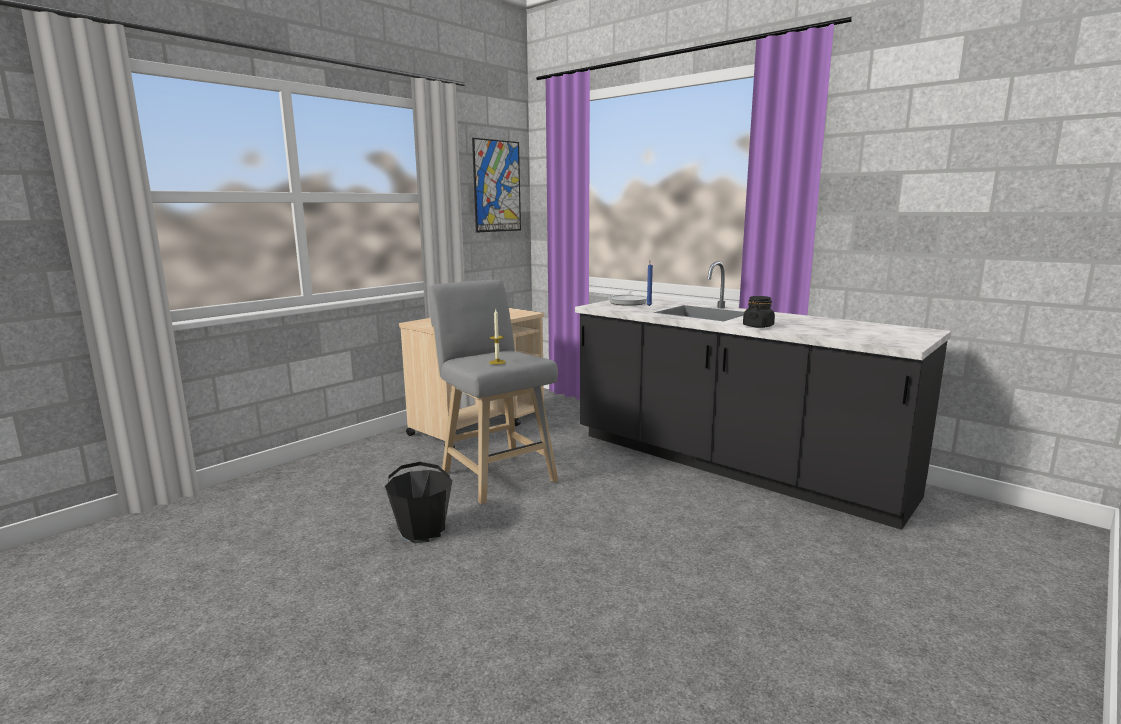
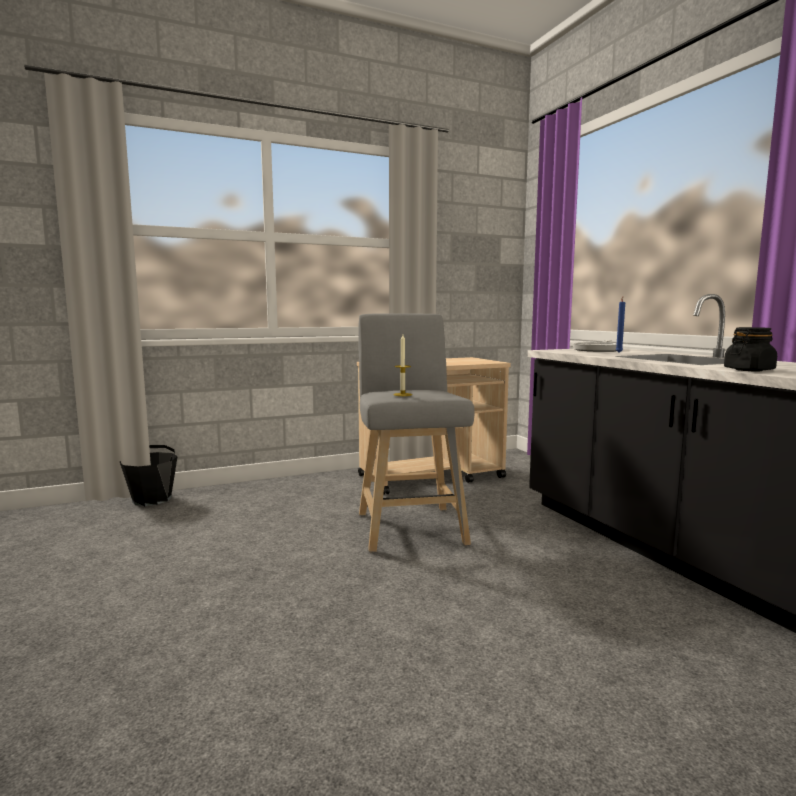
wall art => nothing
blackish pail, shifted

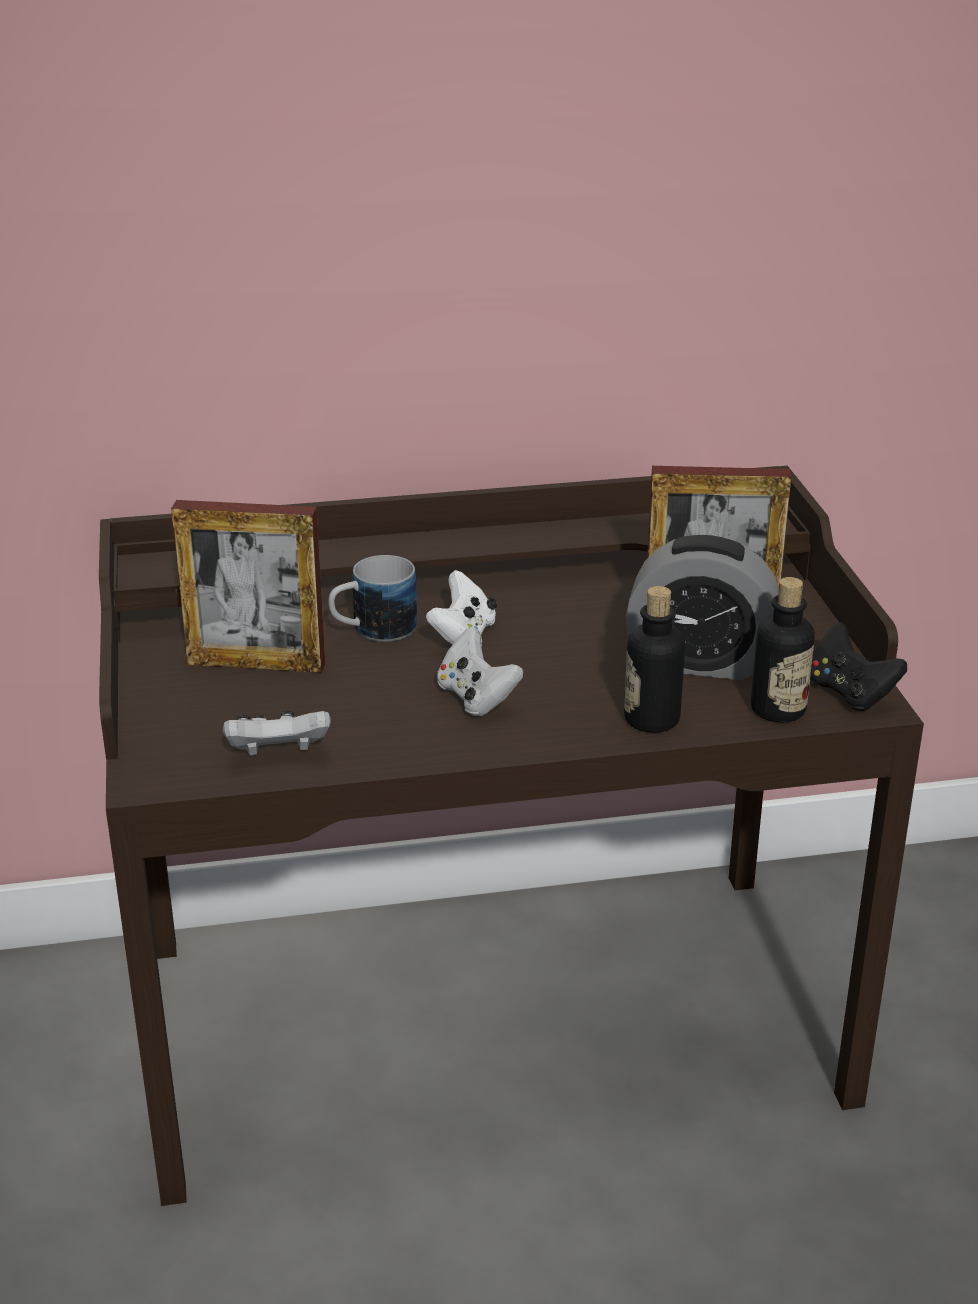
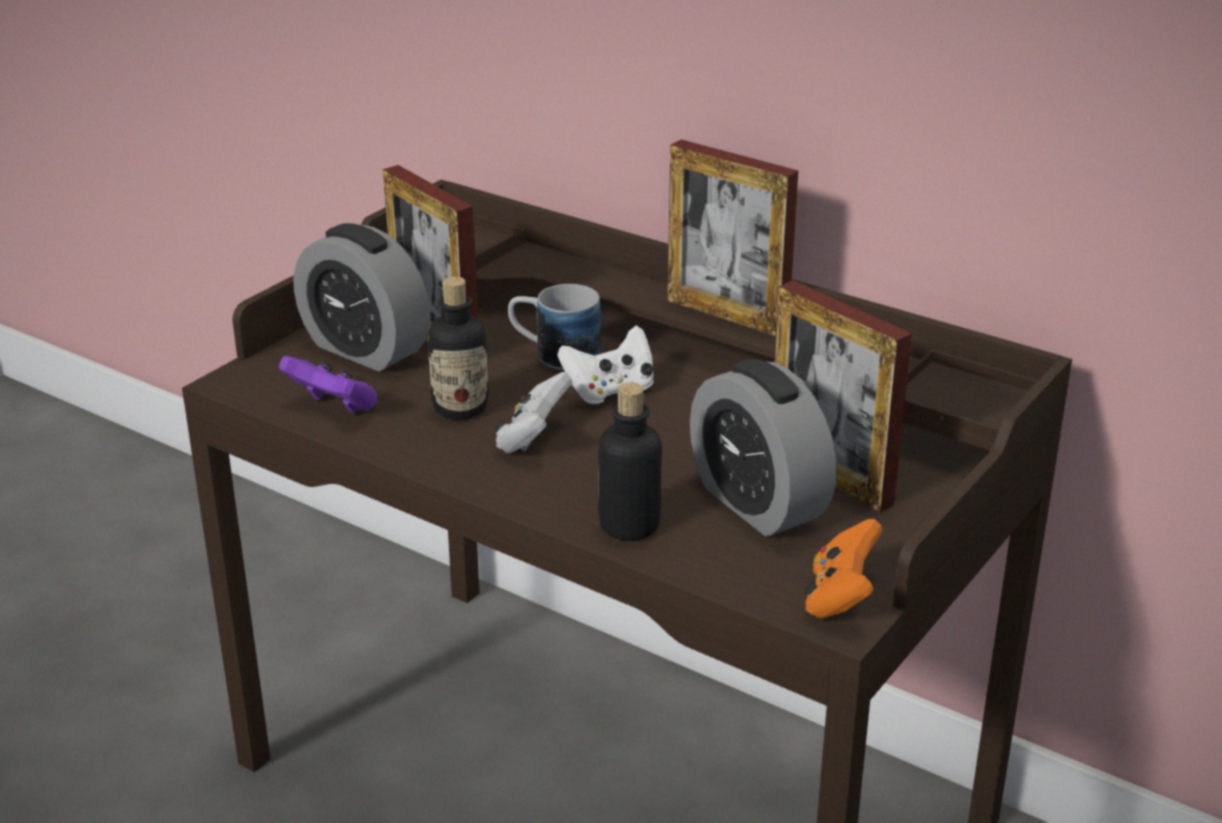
beverage bottle (no. 2 from left in the first image) => beverage bottle (no. 1 from left), shifted
blackish joypad => orangey joypad
white joypad (no. 1 from left) => purplish joypad
nothing => photo frame (no. 2 from left)
nothing => table clock (no. 1 from left)

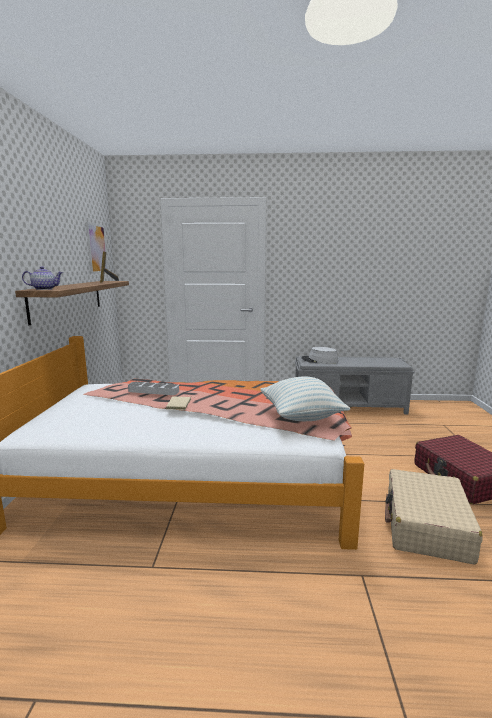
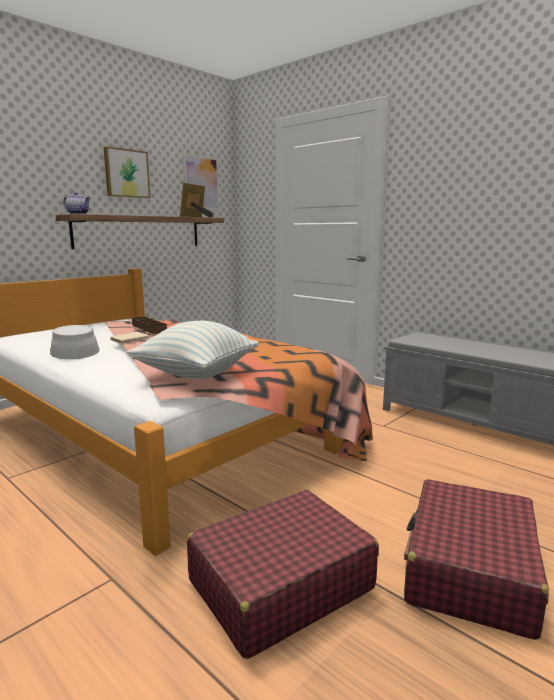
greyish wearable hat, shifted
greyish carrying tray => brown-coloured carrying tray
beige travel case => reddish travel case (no. 1 from left)
nothing => wall art (no. 1 from left)

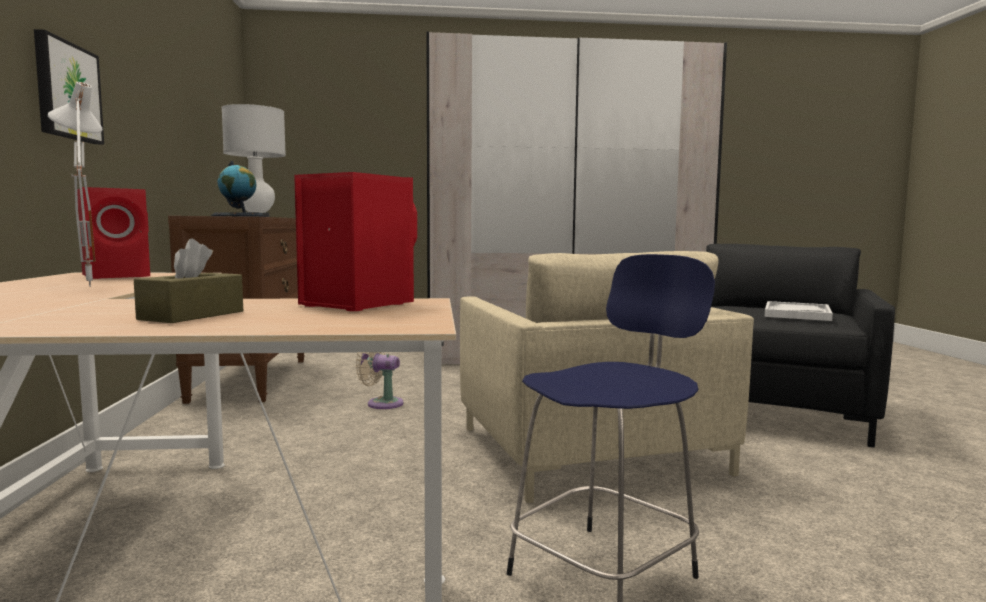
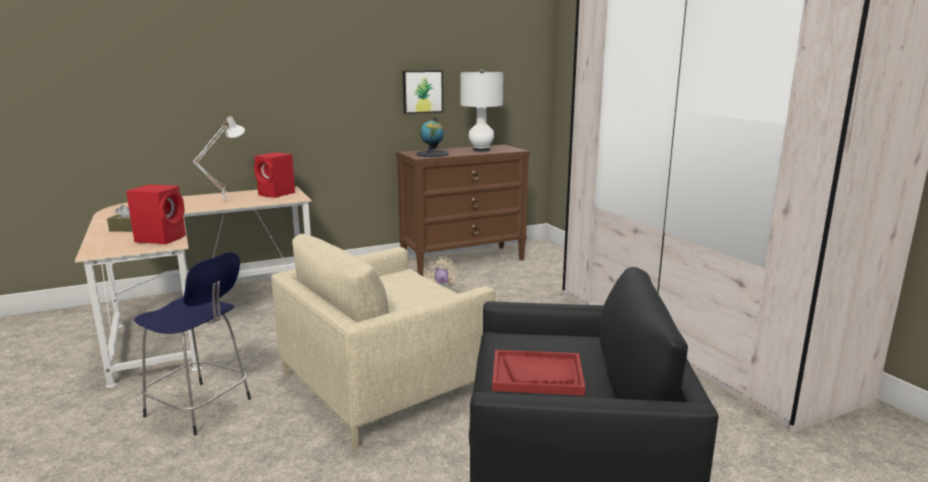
wall art, shifted
white carrying tray => reddish carrying tray

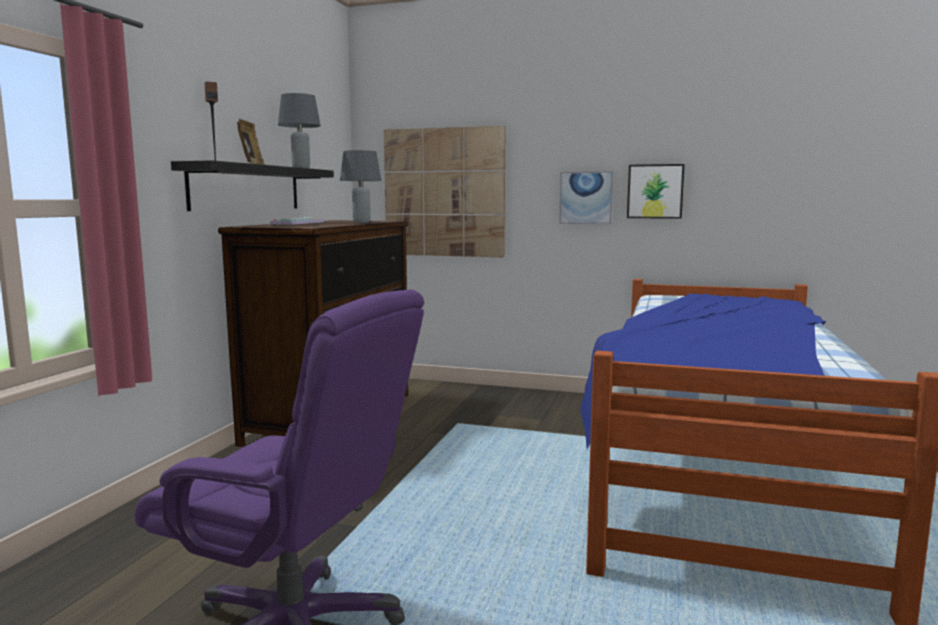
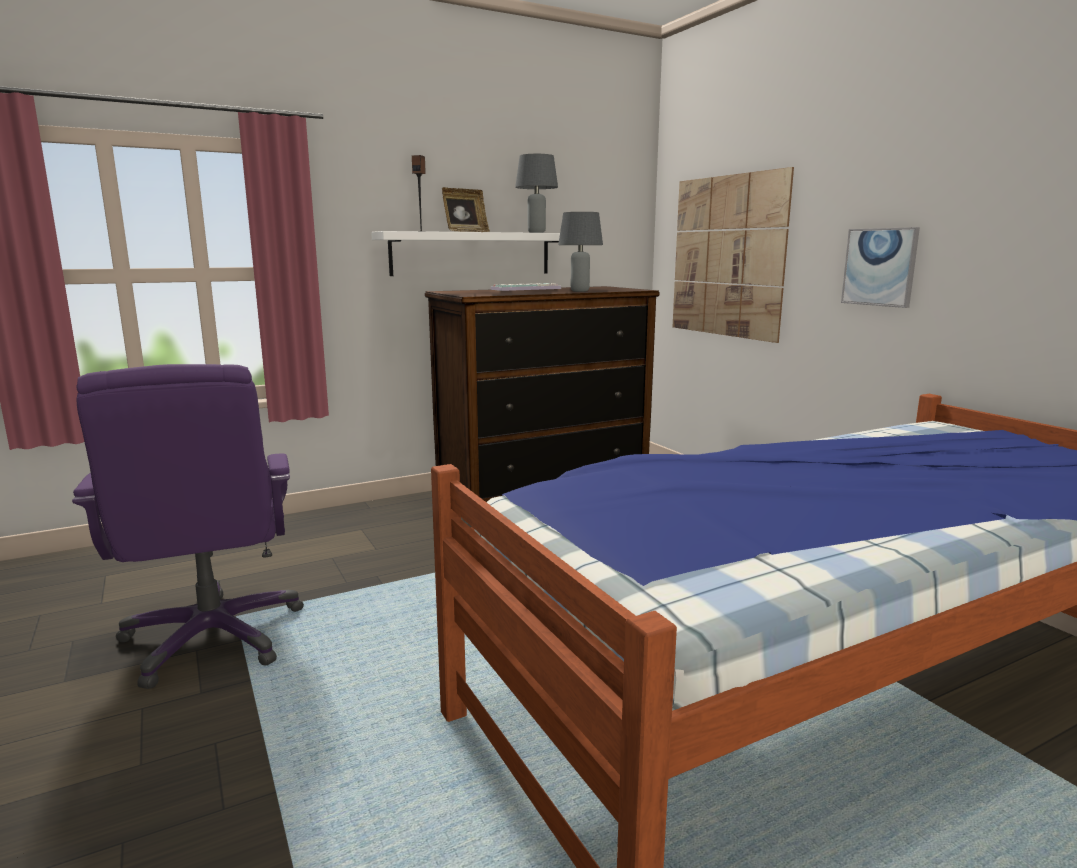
blackish bracket shelf => white bracket shelf
wall art (no. 3 from left) => nothing

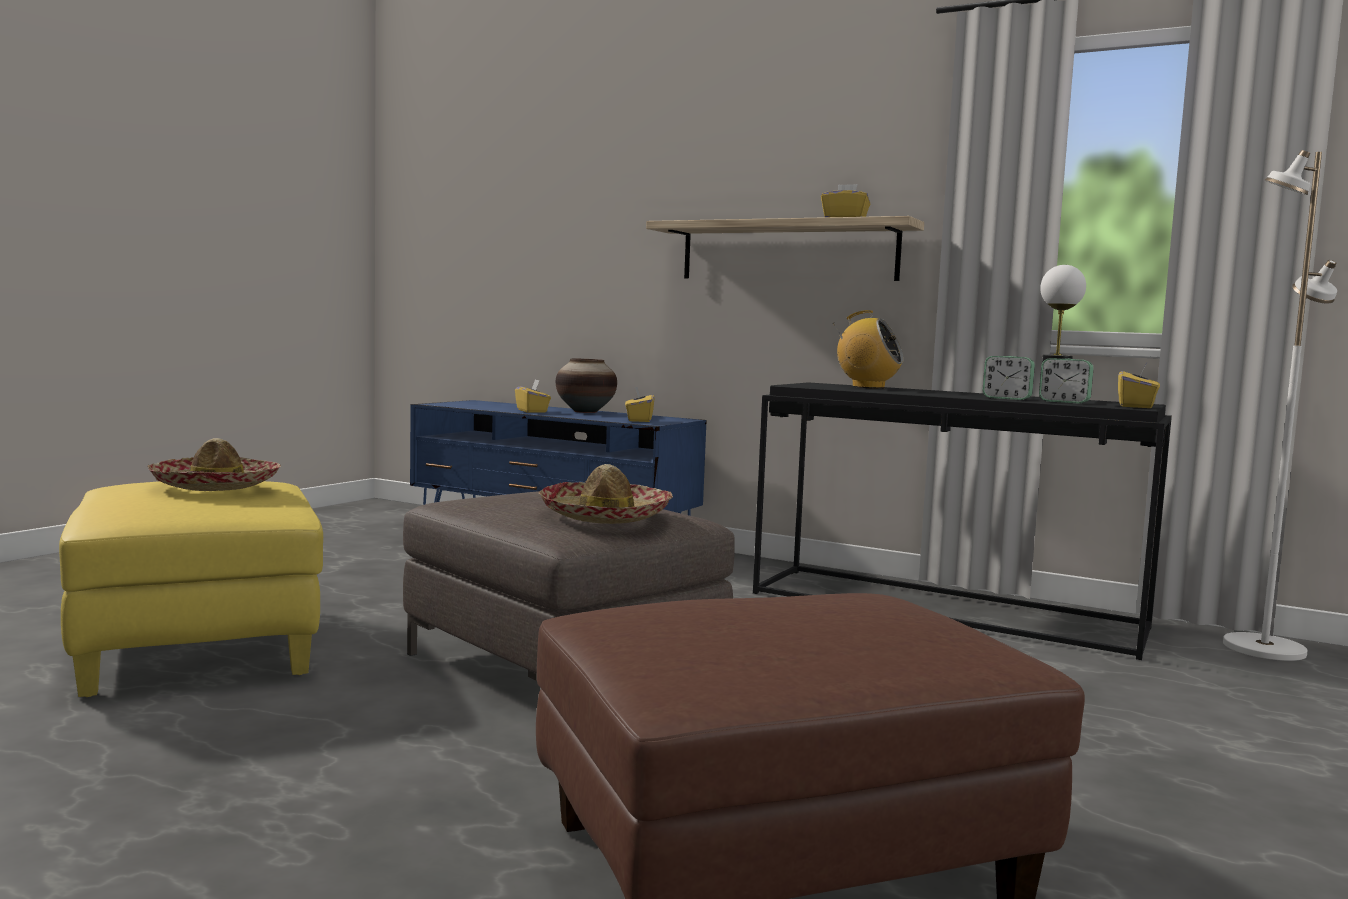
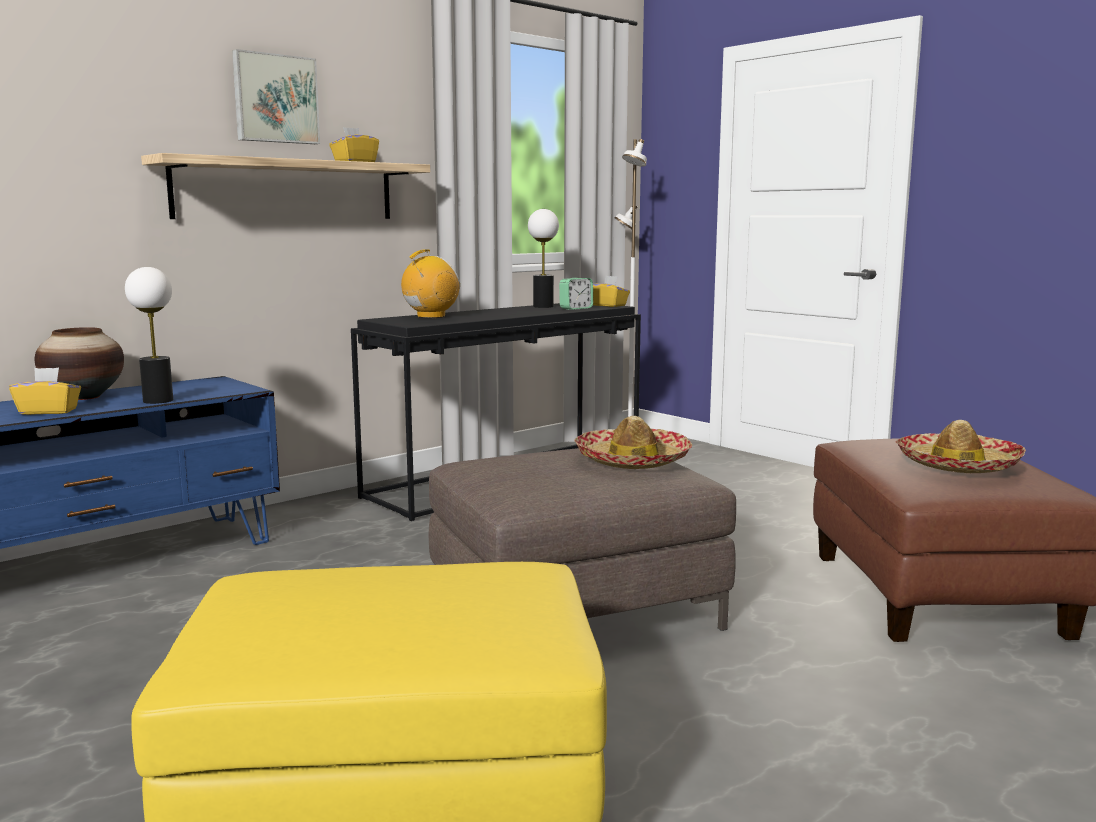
table clock (no. 1 from left) => nothing
yellow box of tissues (no. 2 from left) => nothing
wearable hat (no. 1 from left in the first image) => wearable hat (no. 2 from left), shifted
nothing => wall art
nothing => tabletop lamp (no. 1 from left)

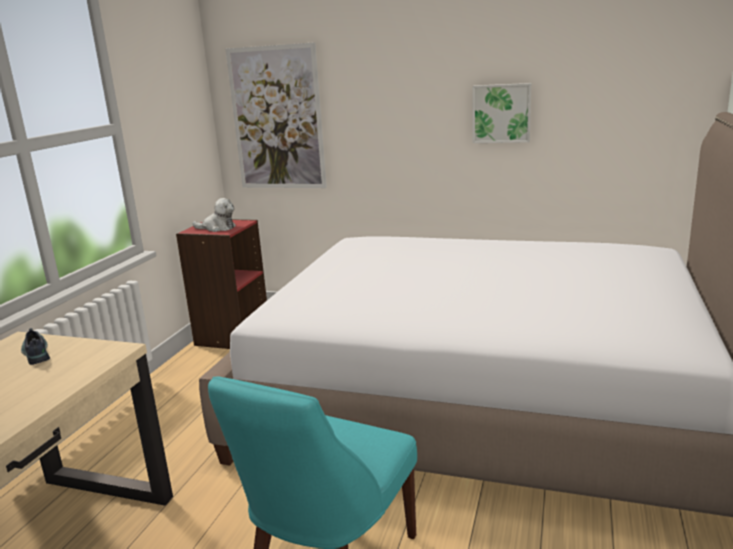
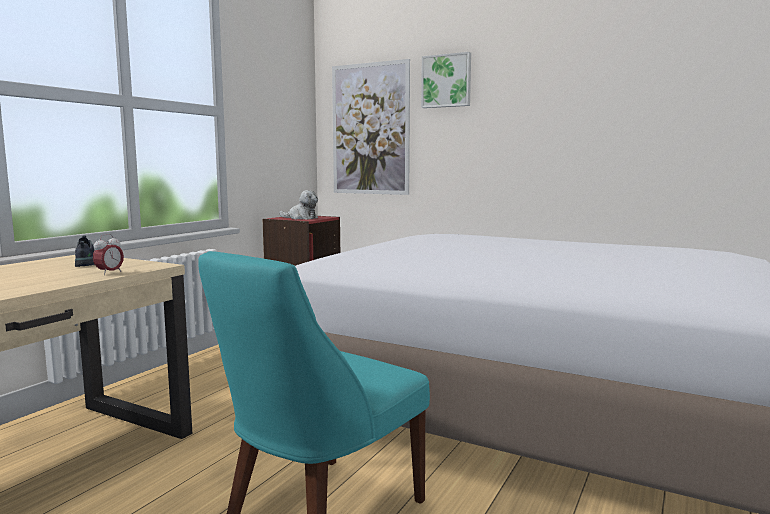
wall art (no. 2 from left), shifted
nothing => table clock

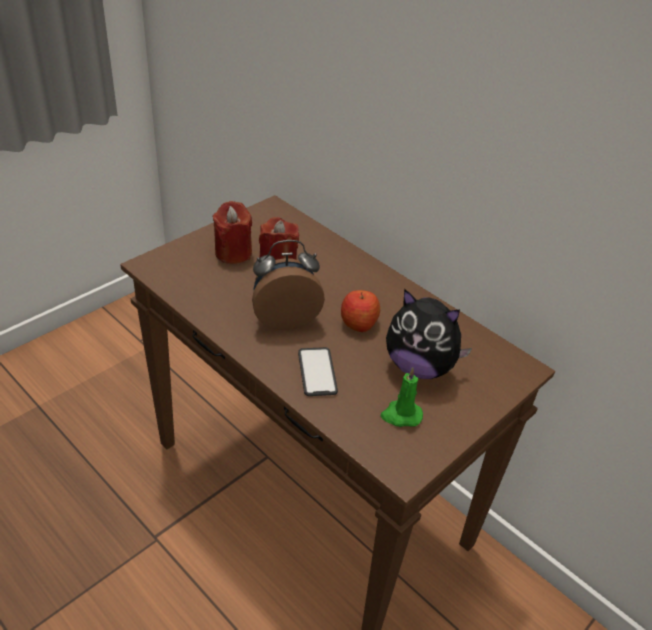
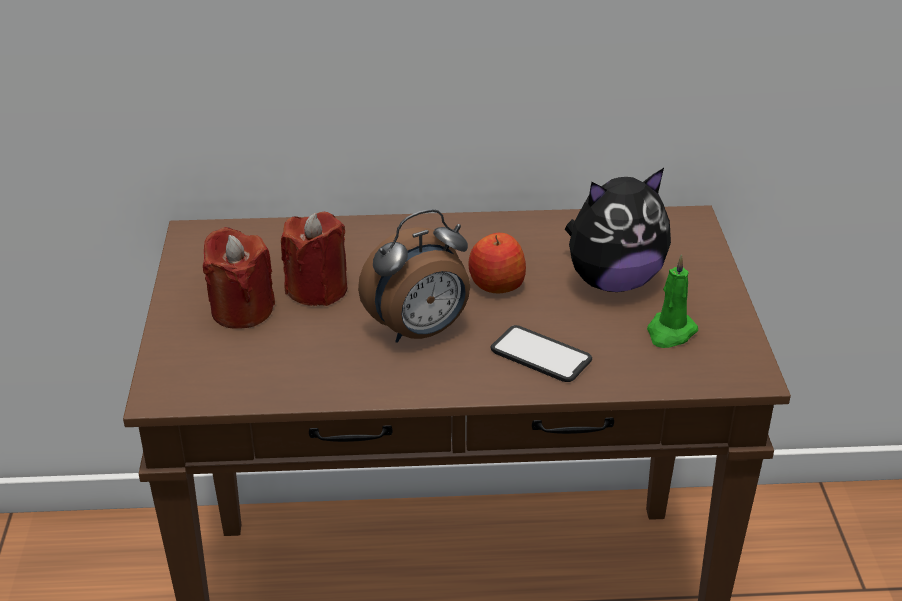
table clock, 150 degrees counterclockwise

